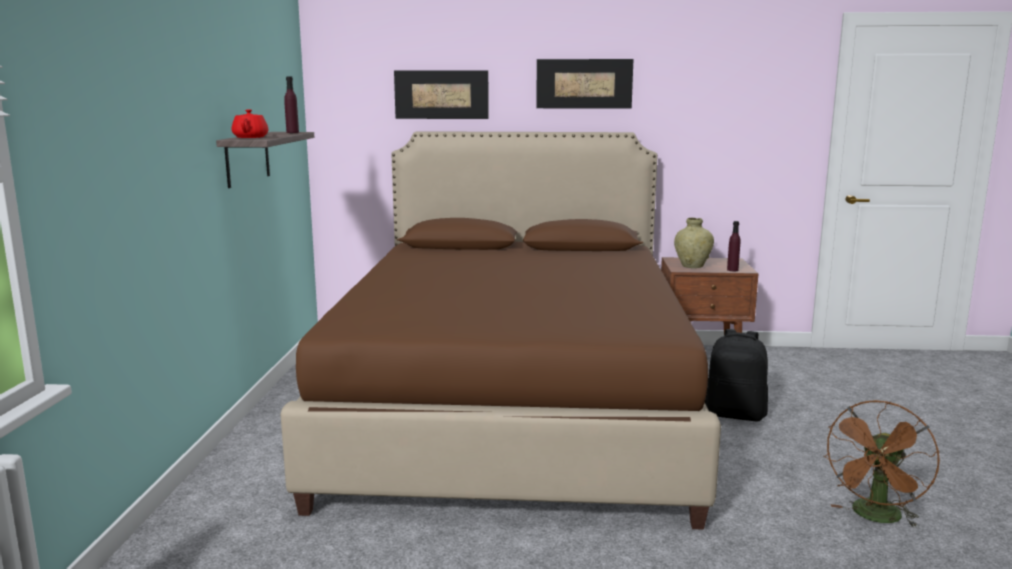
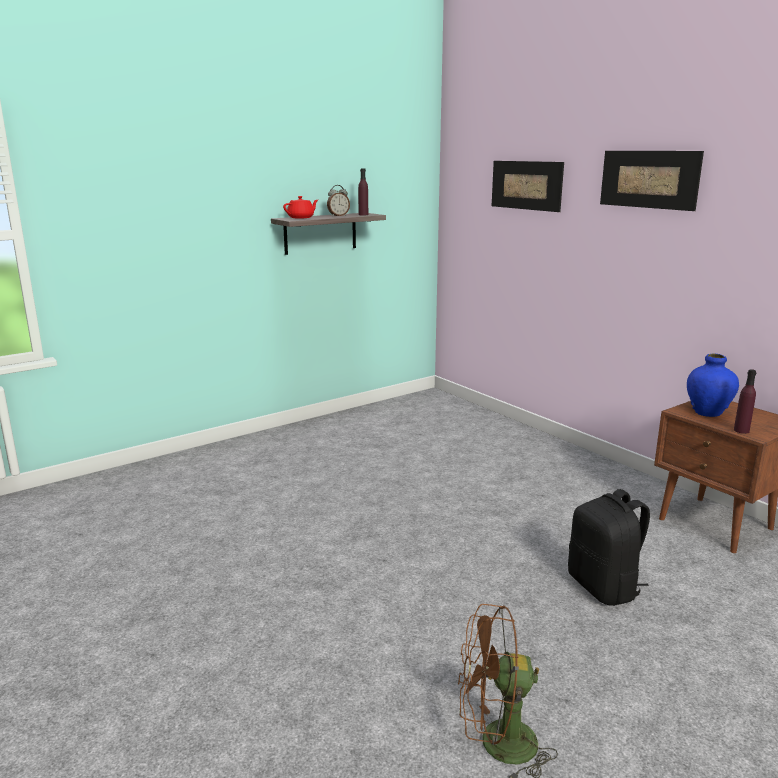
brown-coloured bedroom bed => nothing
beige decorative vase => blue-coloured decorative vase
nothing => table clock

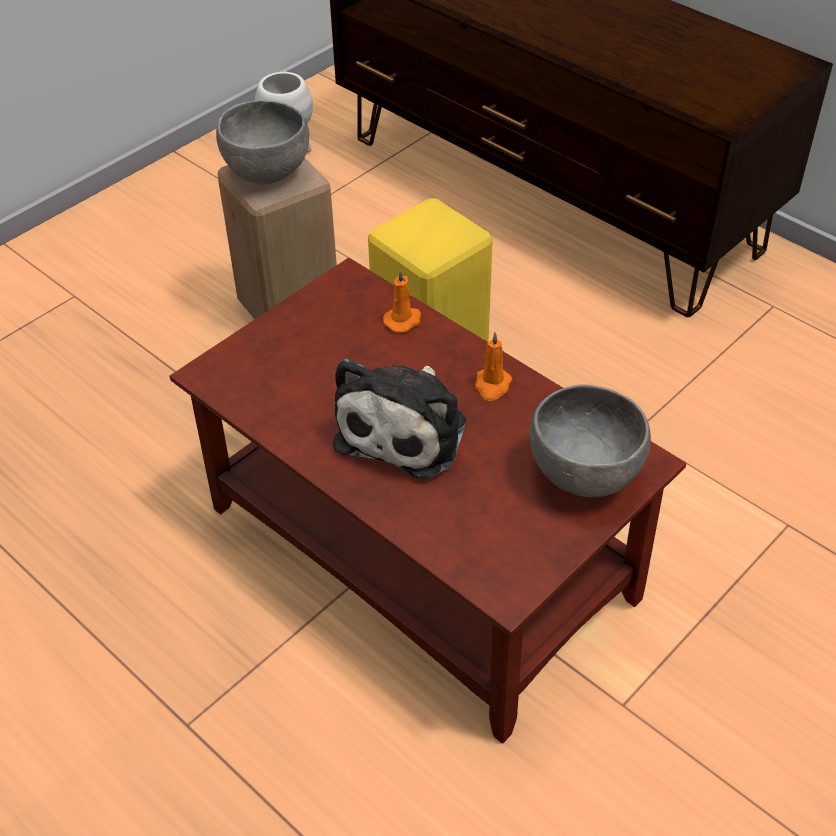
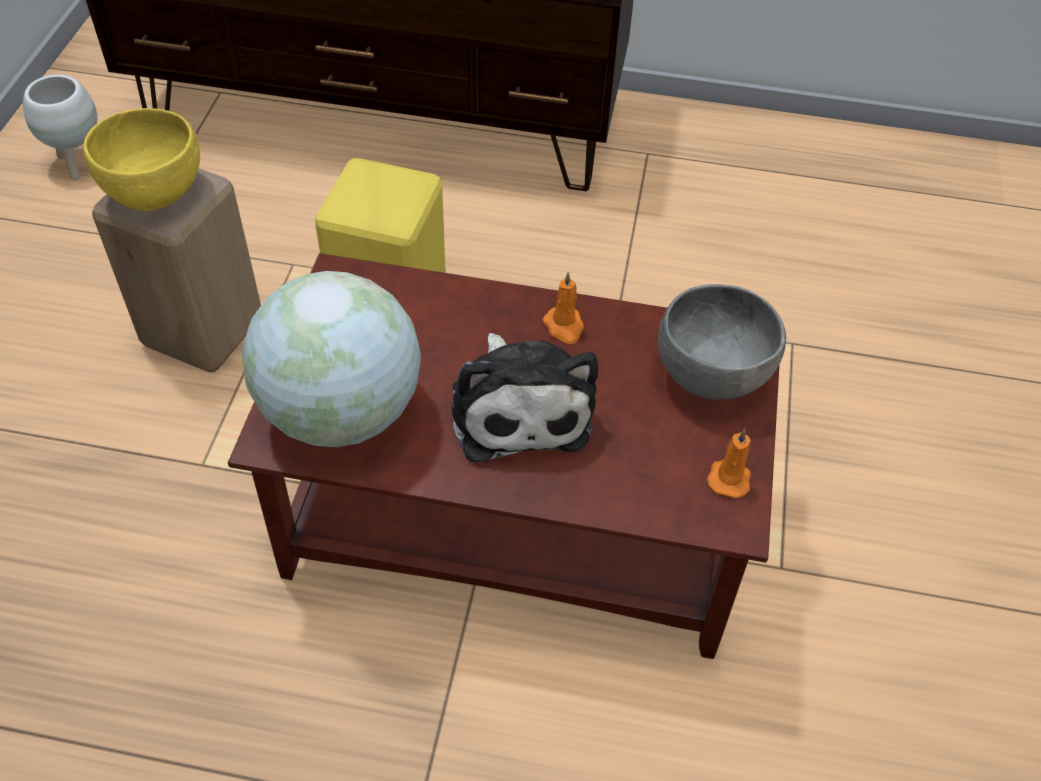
greyish serving bowl (no. 1 from left) => yellow serving bowl
orangey wax candle (no. 1 from left in the first image) => orangey wax candle (no. 2 from left), shifted
nothing => desk globe

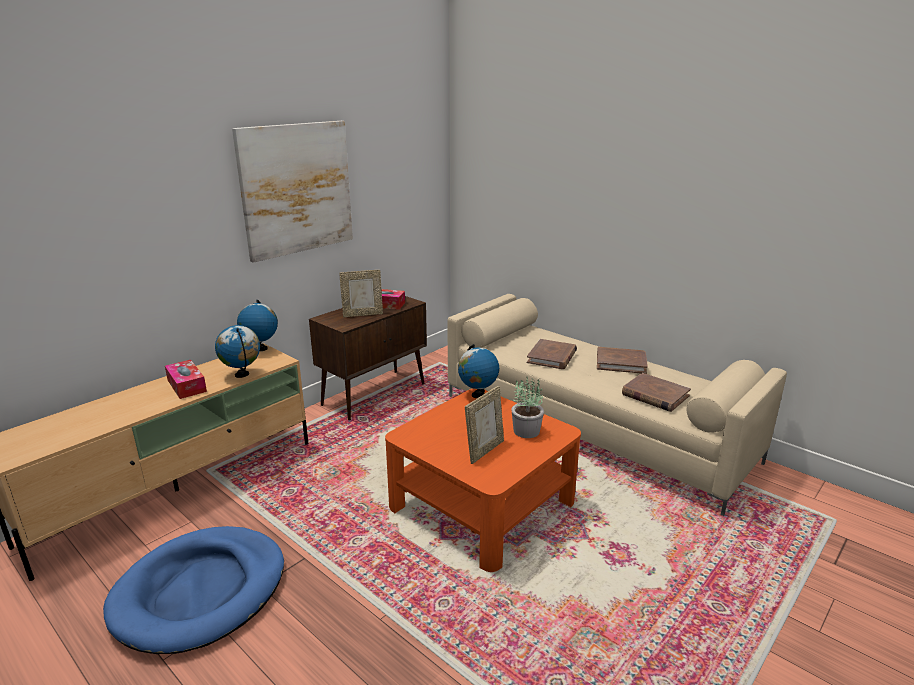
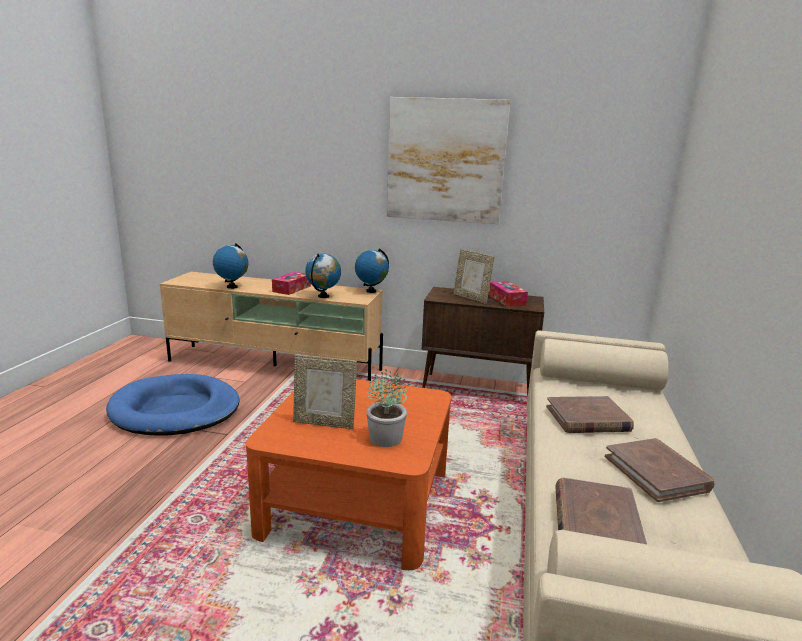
desk globe (no. 3 from left in the first image) => desk globe (no. 1 from left), shifted

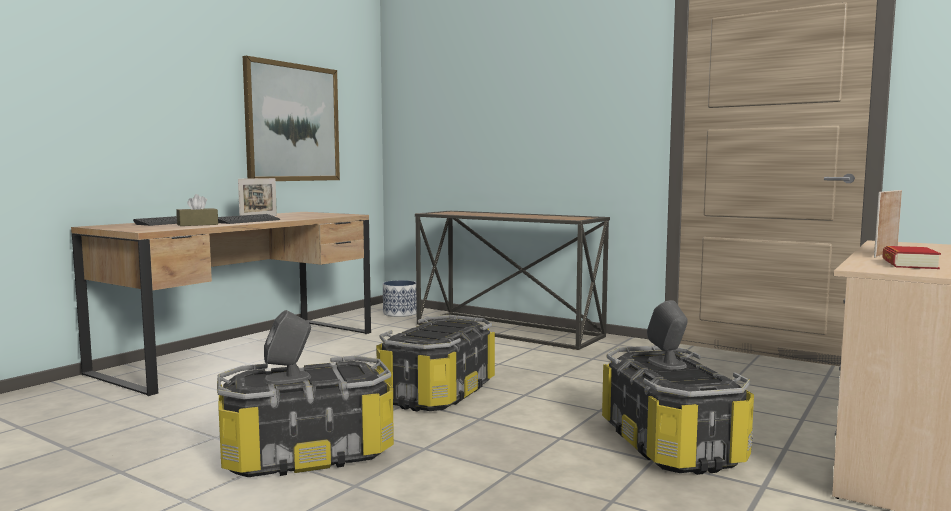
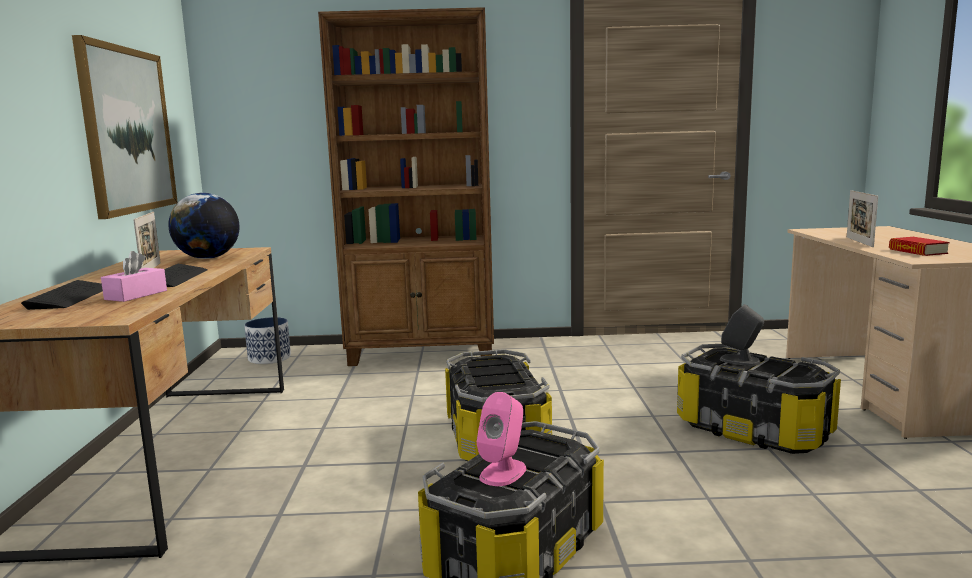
brown-coloured box of tissues => pink-coloured box of tissues
narrow table => brown-coloured shelving unit
greyish loudspeaker (no. 1 from left) => pink-coloured loudspeaker
nothing => desk globe

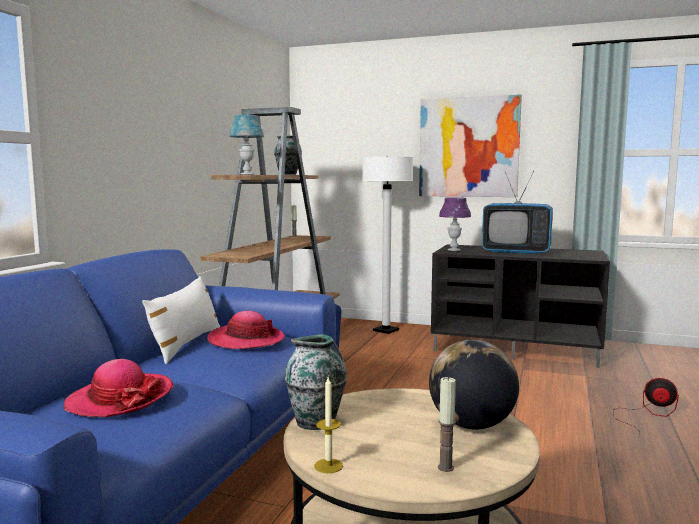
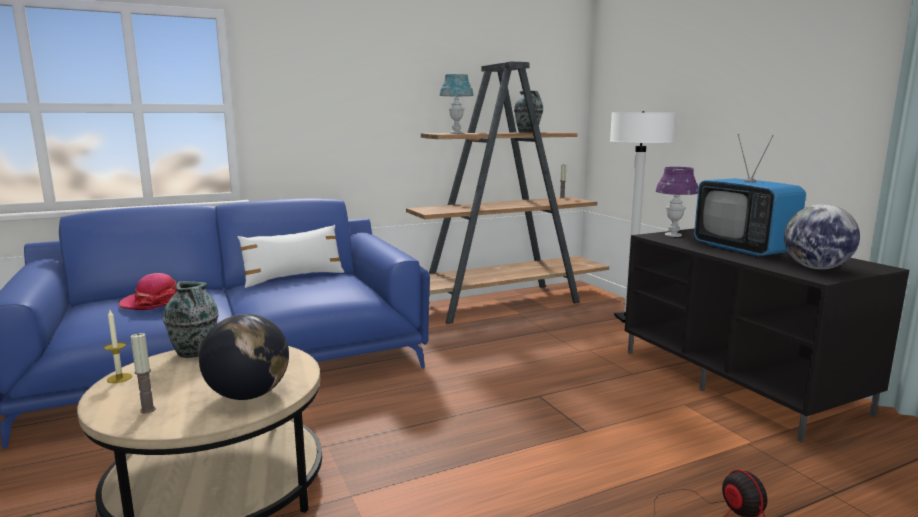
wall art => nothing
wearable hat (no. 2 from left) => nothing
nothing => desk globe (no. 2 from left)

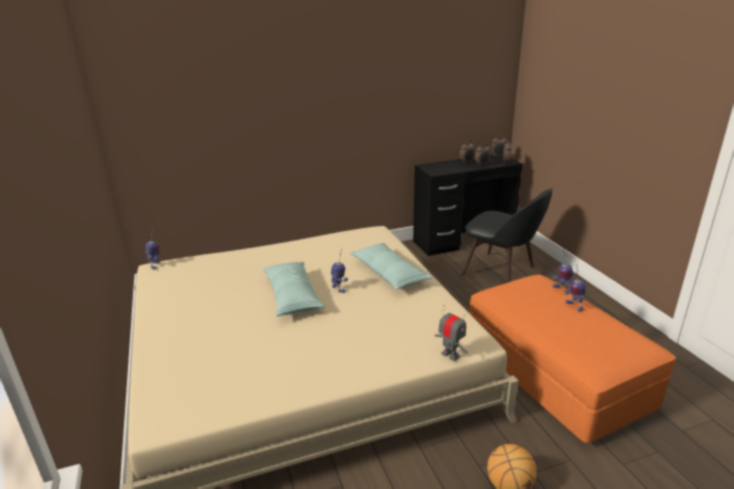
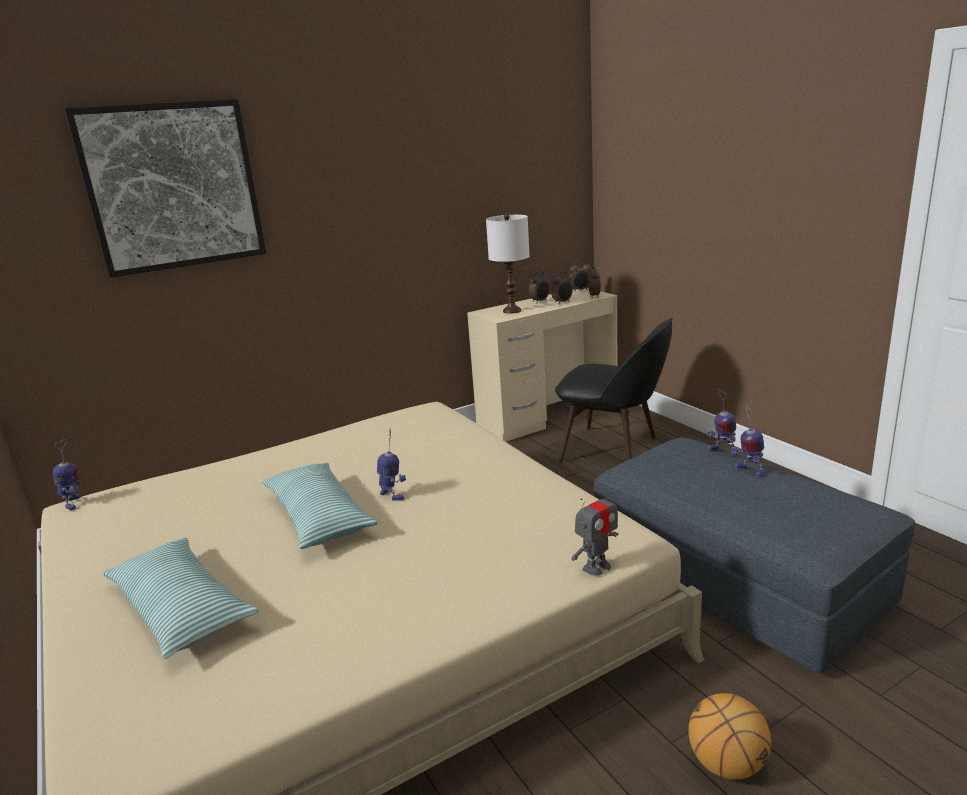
blackish desk unit => beige desk unit
throw pillow (no. 2 from left in the first image) => throw pillow (no. 1 from left), shifted
orangey footrest => greyish footrest
robot figure (no. 3 from left), 105 degrees clockwise
nothing => wall art
nothing => white tabletop lamp

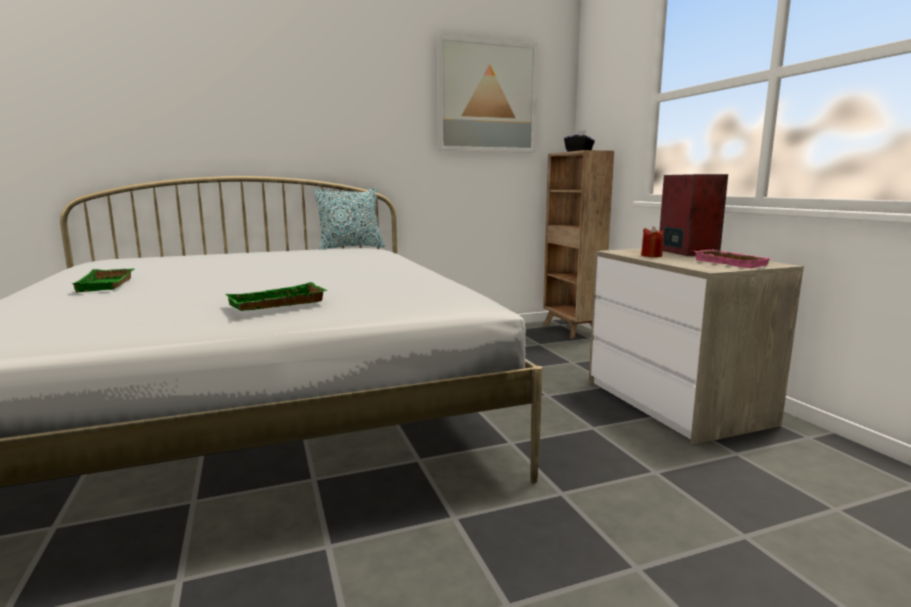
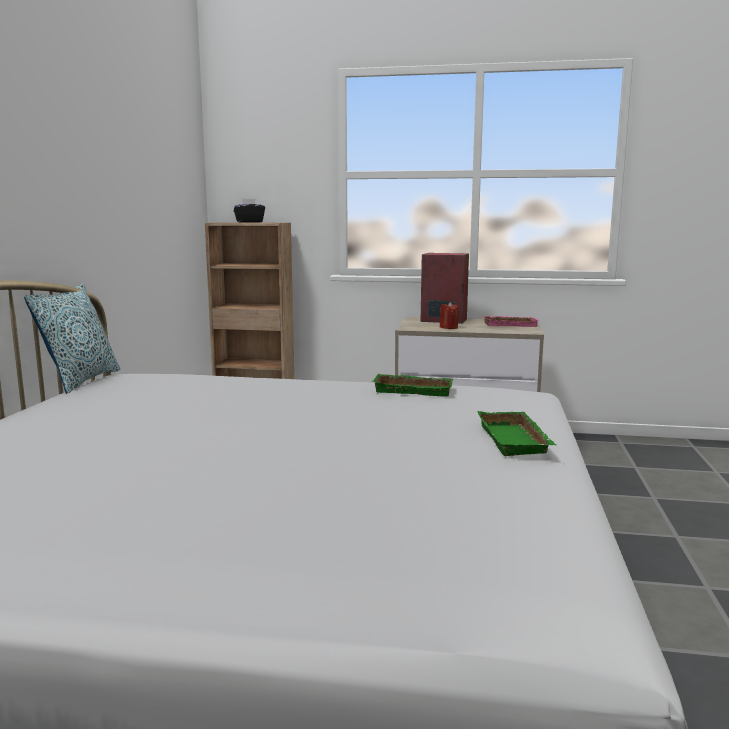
wall art => nothing
greenish carrying tray (no. 1 from left), shifted

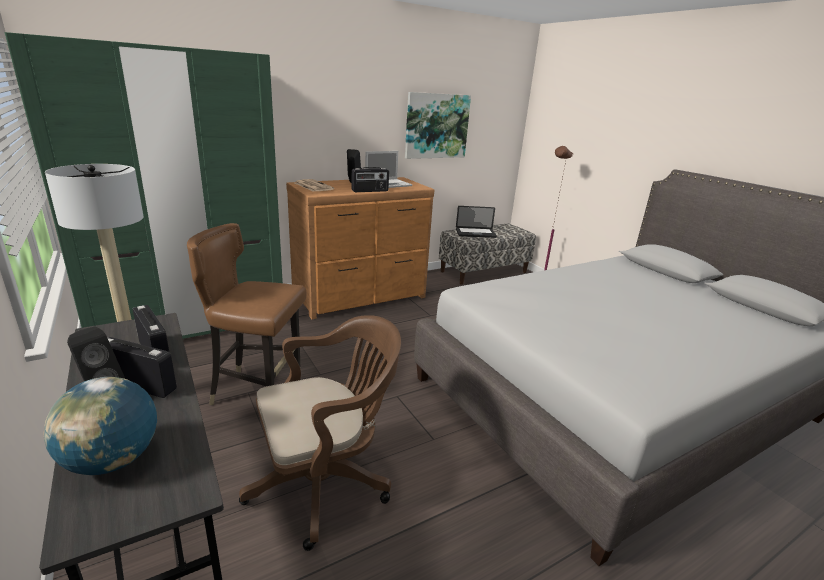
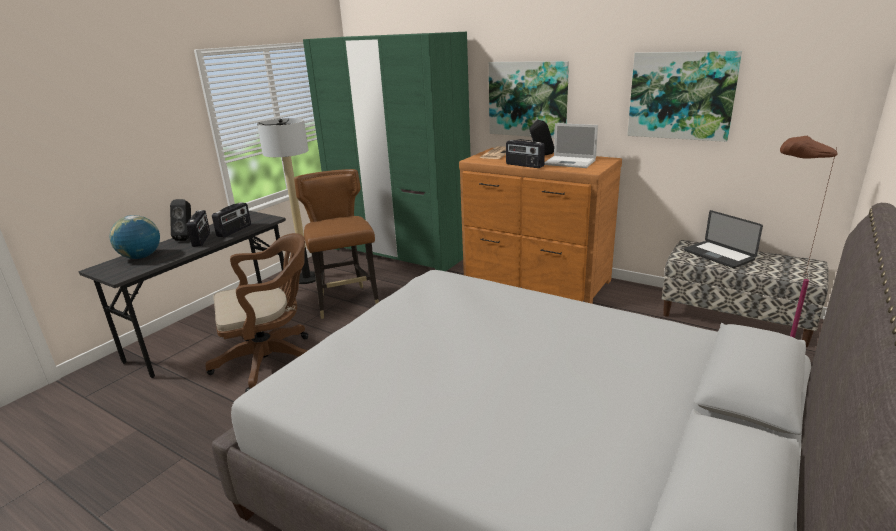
brown-coloured computer chair, 60 degrees counterclockwise
nothing => wall art (no. 1 from left)

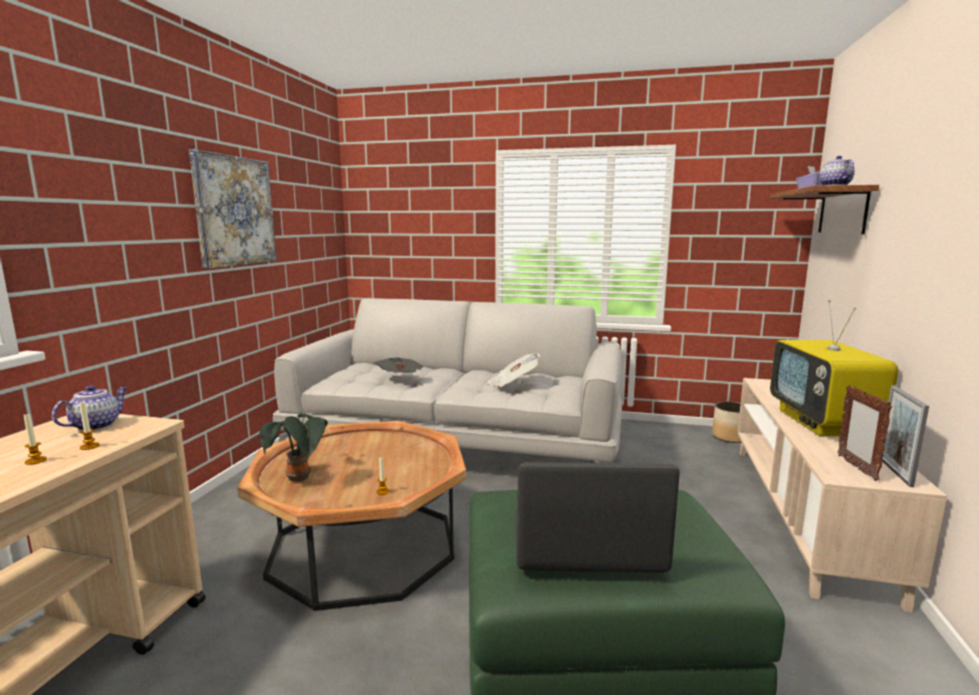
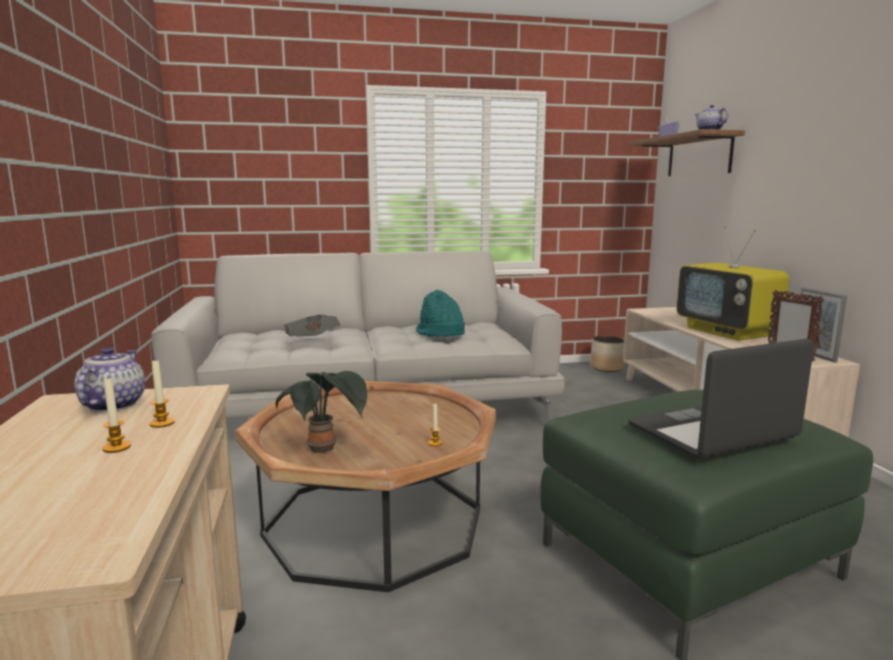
wall art => nothing
printed paper (no. 2 from left) => turquoise-coloured wearable hat

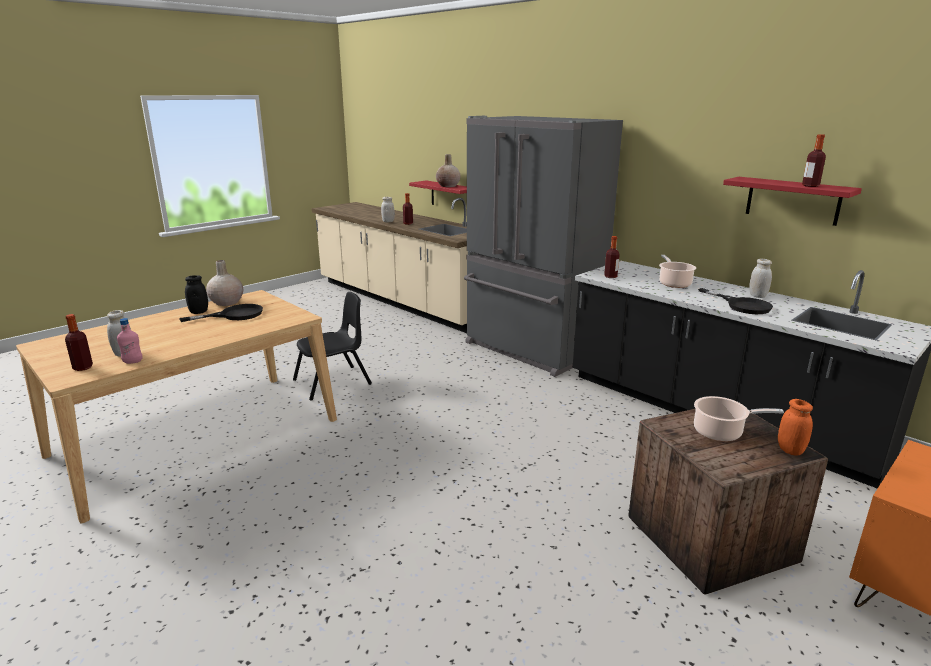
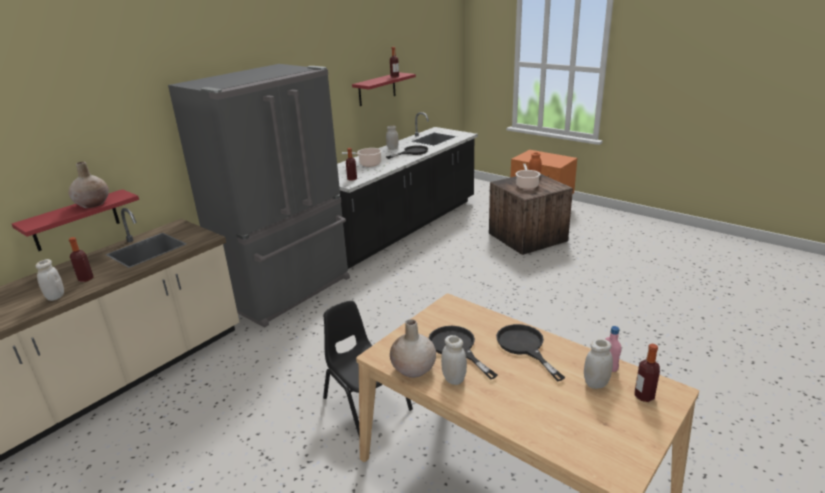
blackish storage jar => white storage jar (no. 3 from left)
nothing => blackish pan (no. 3 from left)

